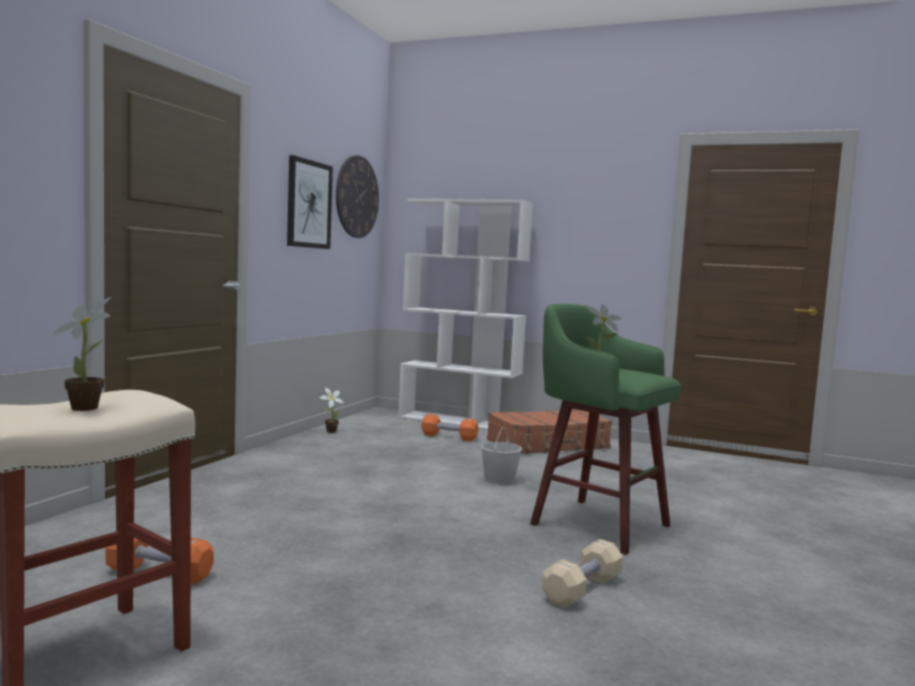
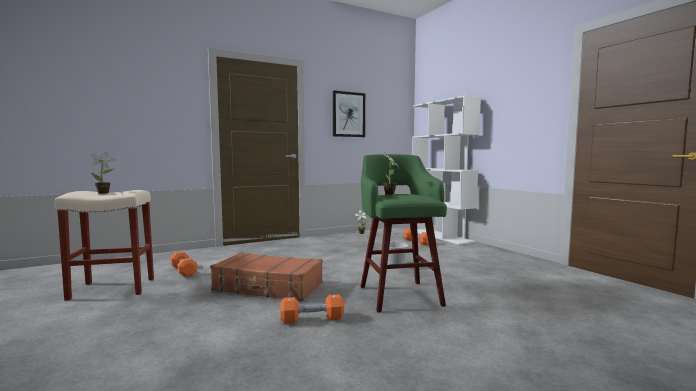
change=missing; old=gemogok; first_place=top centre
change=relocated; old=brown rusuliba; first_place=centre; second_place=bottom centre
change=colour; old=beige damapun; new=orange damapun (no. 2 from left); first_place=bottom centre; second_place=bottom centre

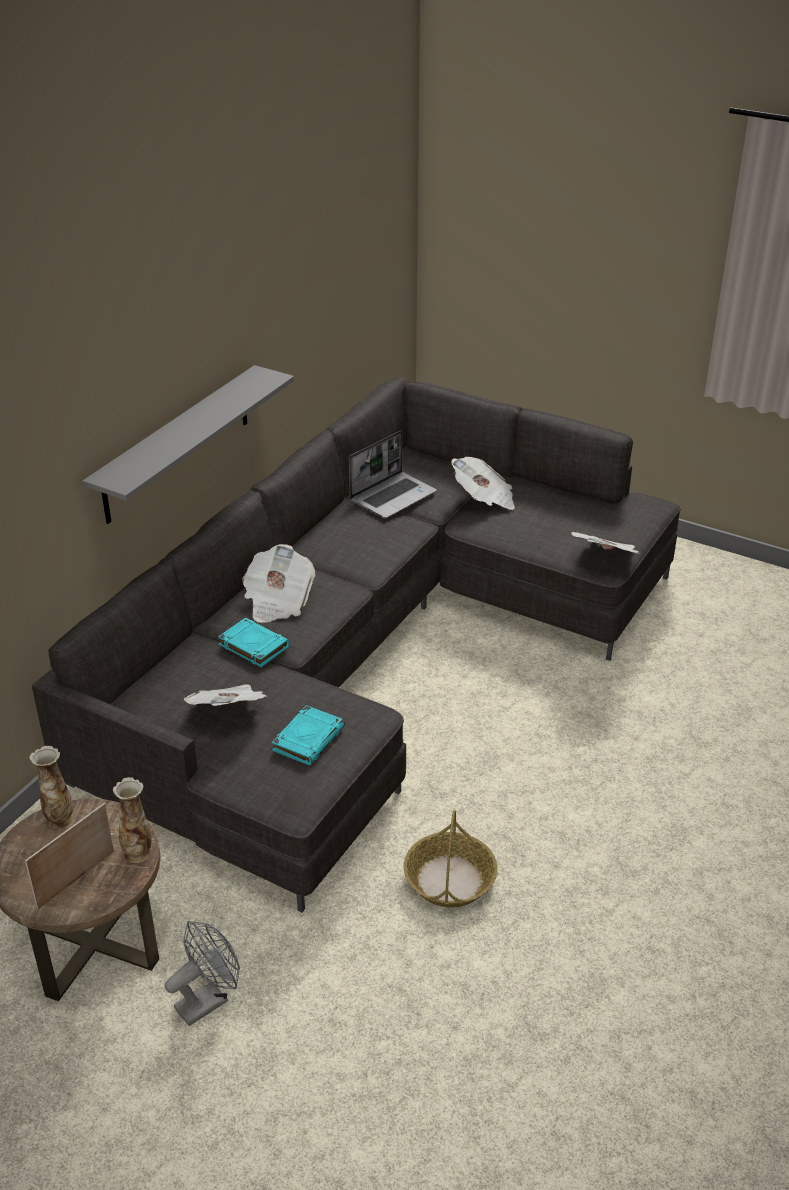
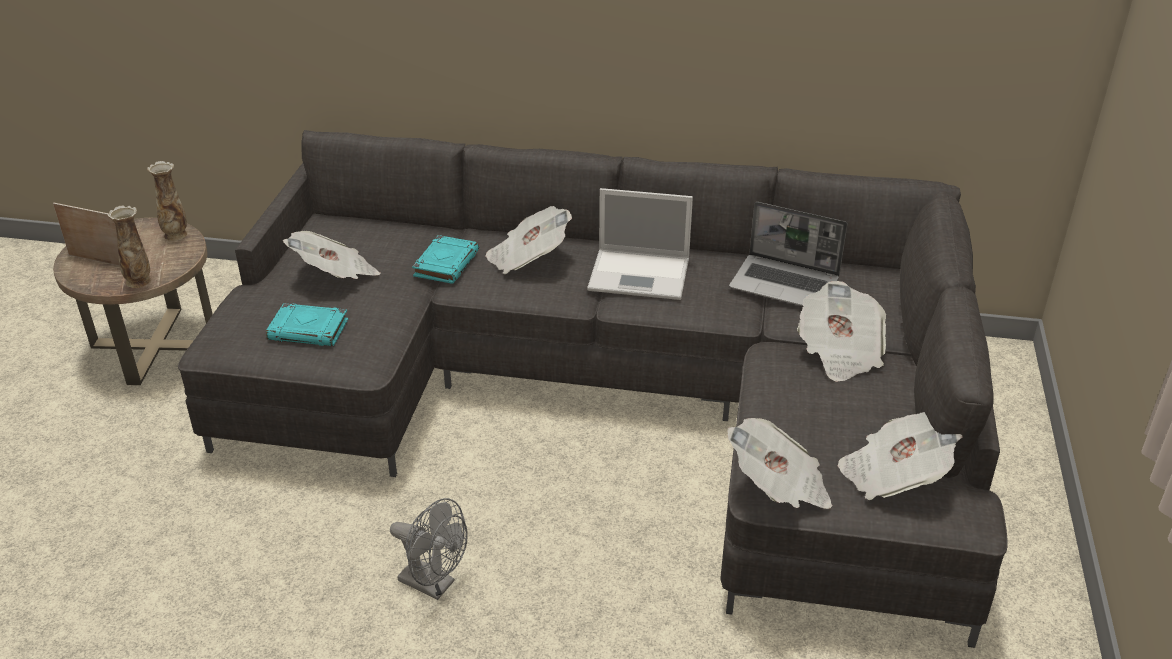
change=missing; old=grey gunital; first_place=middle left
change=relocated; old=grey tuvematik; first_place=bottom left; second_place=bottom centre
change=missing; old=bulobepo; first_place=bottom centre
change=appeared; new=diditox (no. 1 from left); second_place=centre
change=appeared; new=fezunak (no. 5 from left); second_place=bottom right

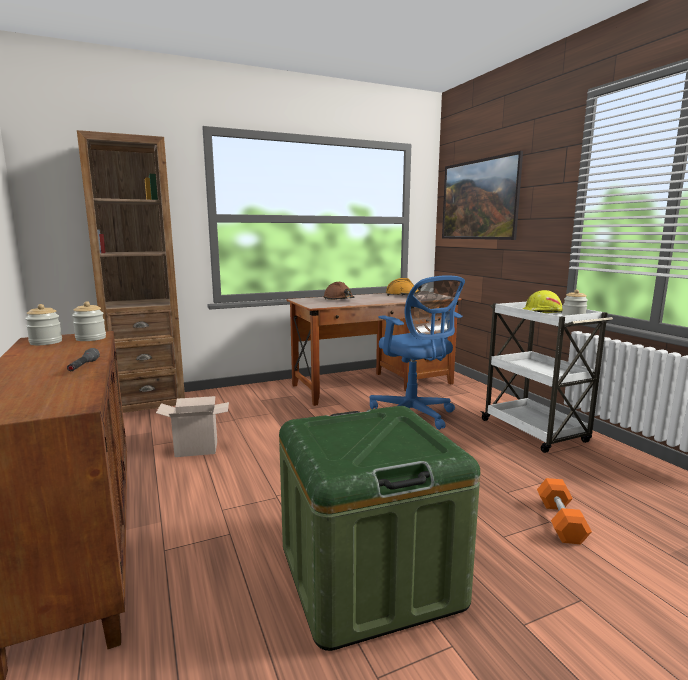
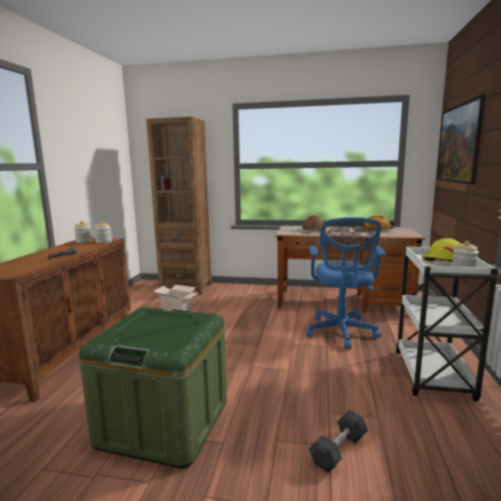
change=colour; old=orange damapun; new=grey damapun; first_place=bottom right; second_place=bottom right

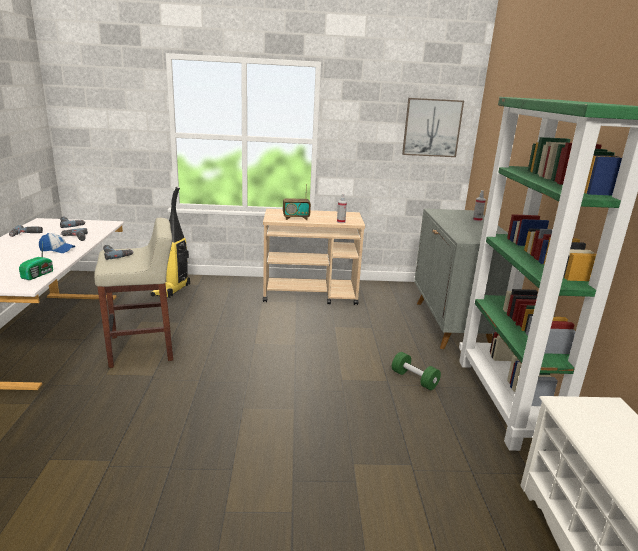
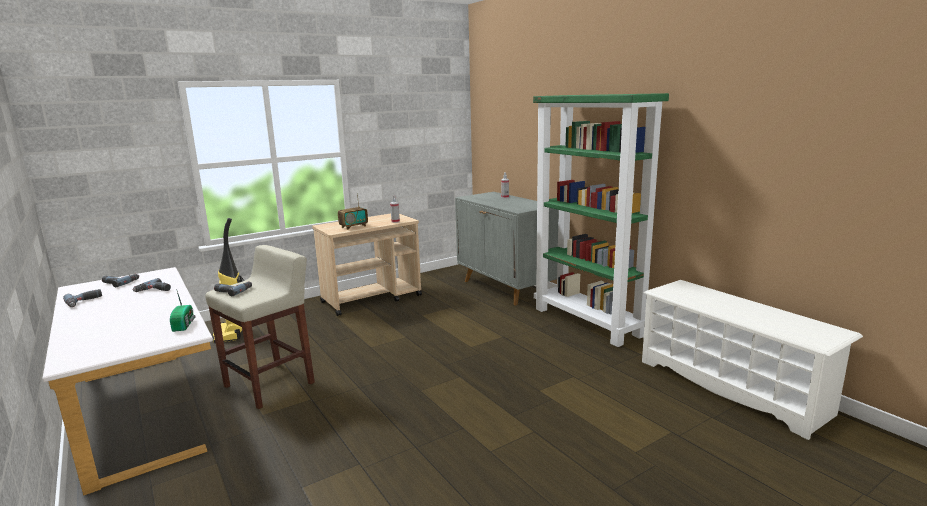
change=missing; old=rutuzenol; first_place=middle left
change=missing; old=green damapun; first_place=bottom centre
change=missing; old=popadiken; first_place=top right

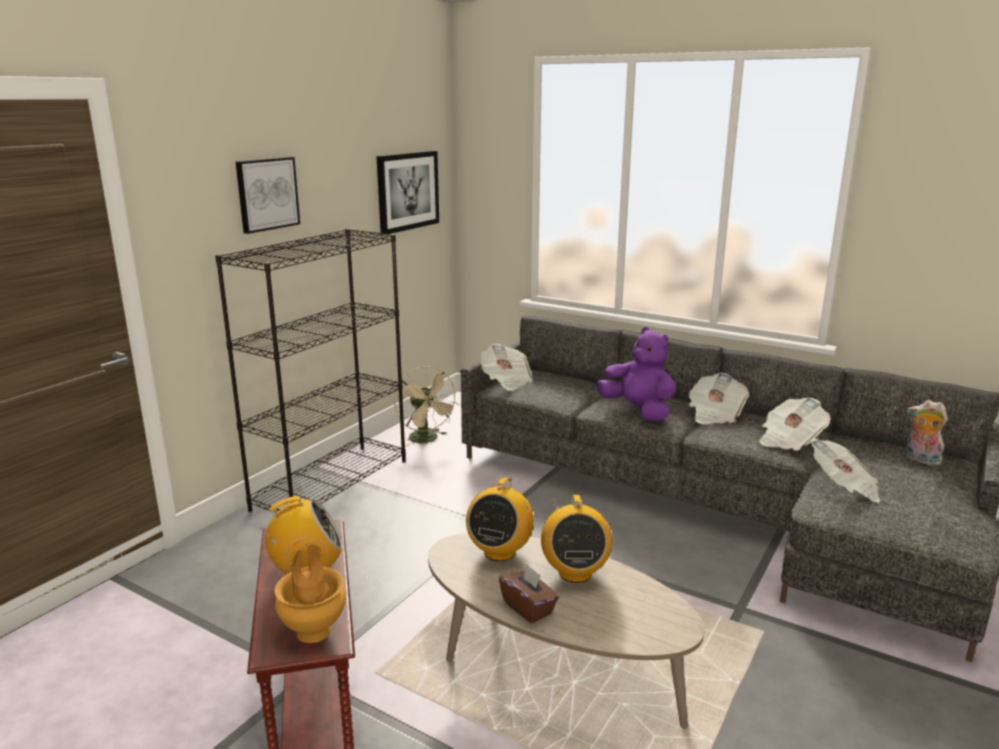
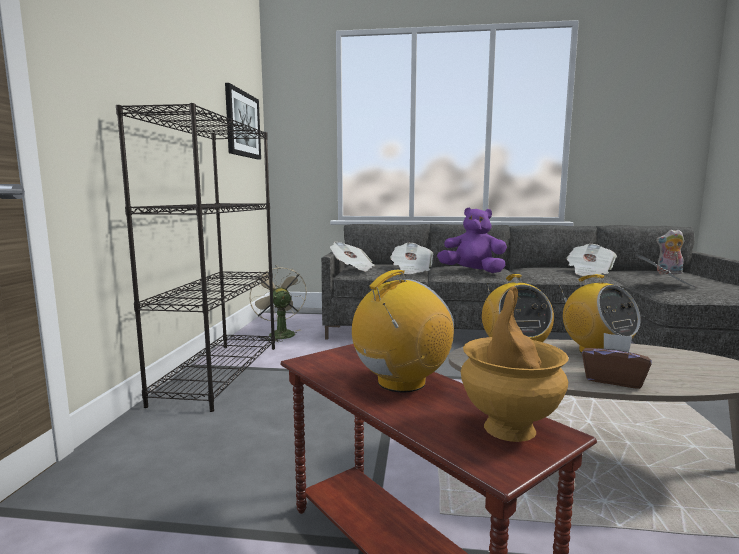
change=missing; old=popadiken (no. 1 from left); first_place=top left
change=spun; old=beige tuvematik; first_place=centre; second_place=centre; degrees=-150
change=relocated; old=fezunak (no. 2 from left); first_place=middle right; second_place=centre

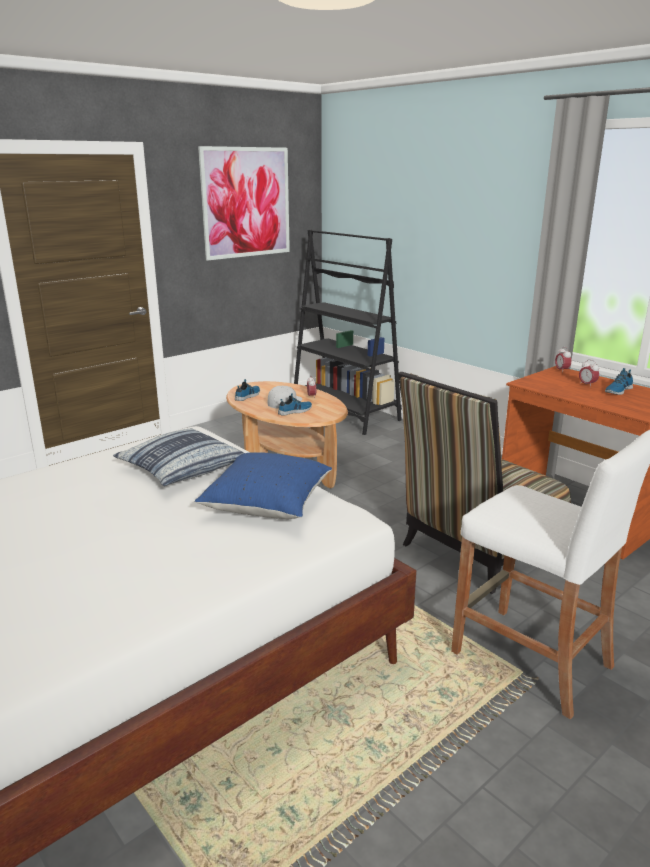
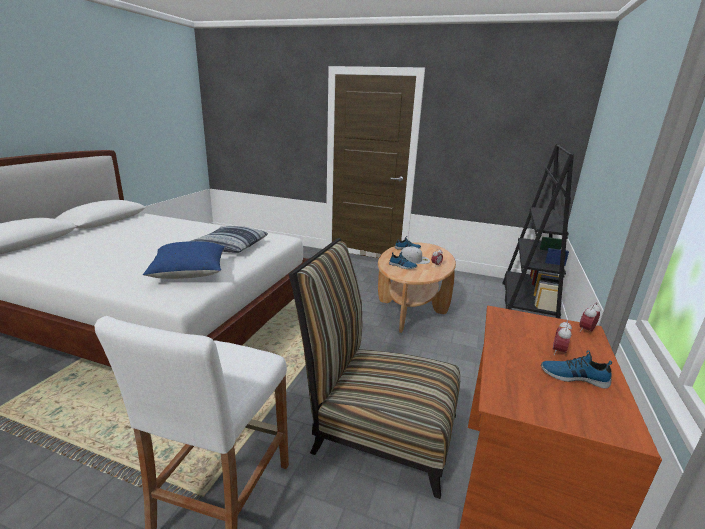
change=missing; old=popadiken; first_place=top centre

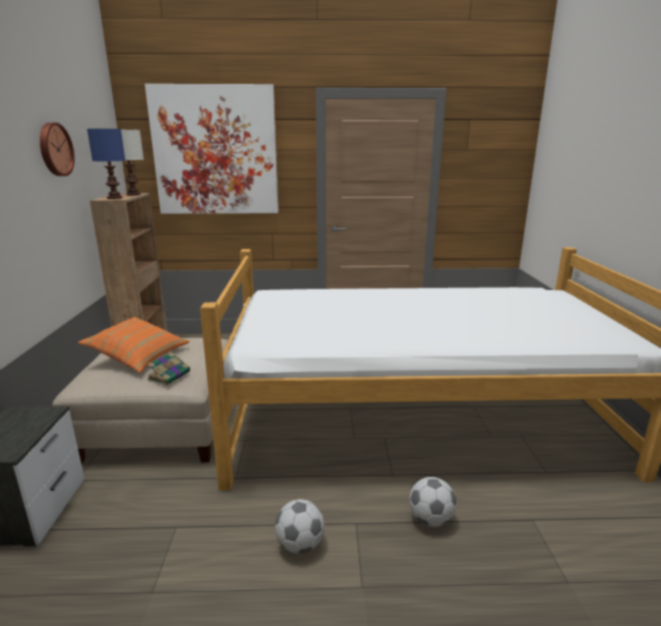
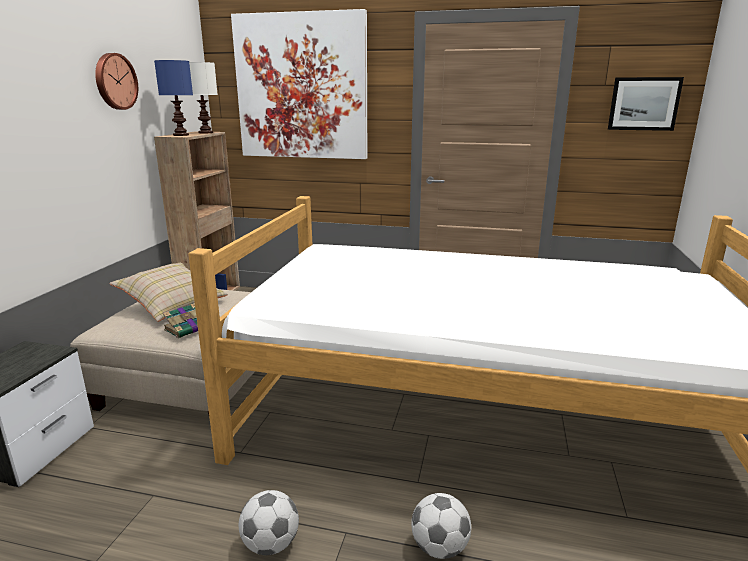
change=colour; old=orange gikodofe; new=beige gikodofe; first_place=middle left; second_place=middle left
change=appeared; new=popadiken (no. 2 from left); second_place=top right

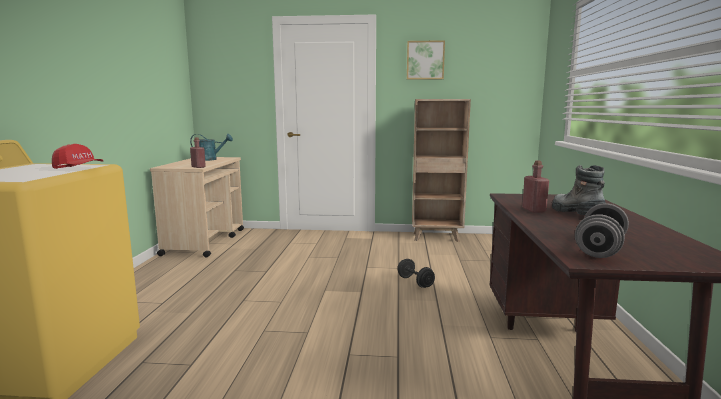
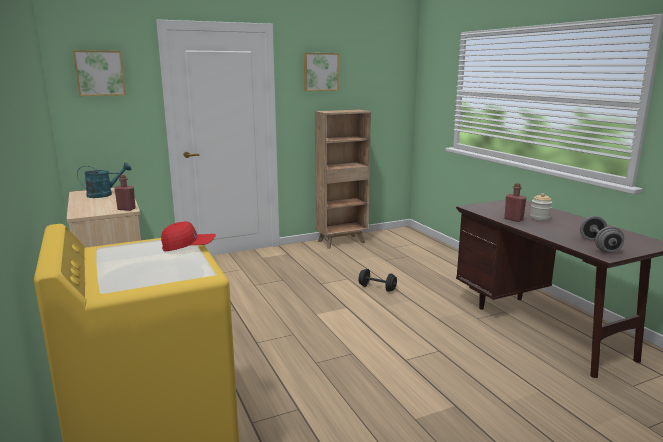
change=exchanged; old=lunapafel; new=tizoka; first_place=middle right; second_place=middle right
change=appeared; new=popadiken (no. 1 from left); second_place=top left

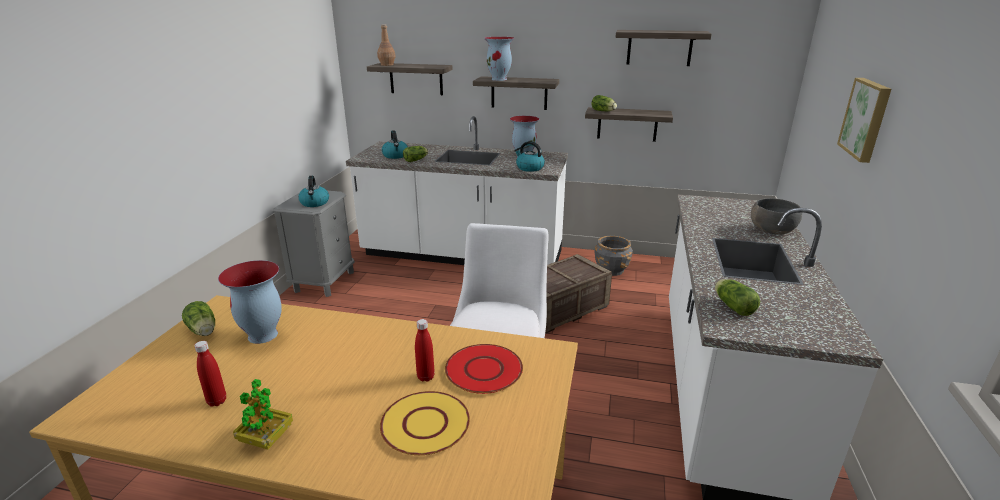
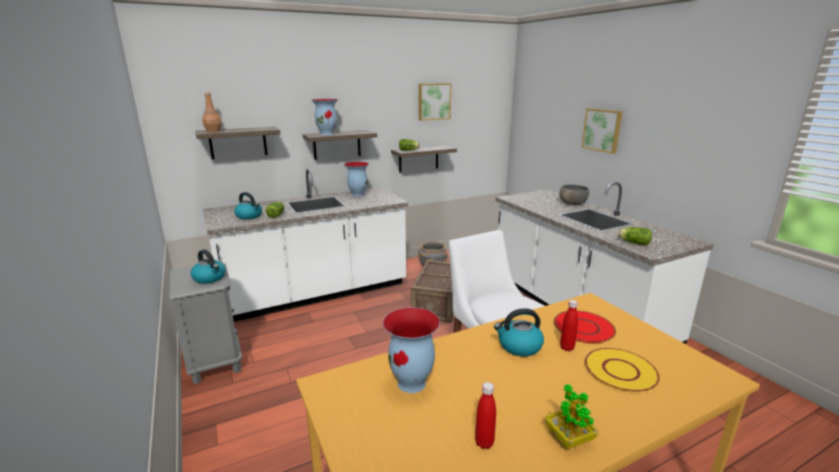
change=missing; old=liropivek (no. 1 from left); first_place=middle left
change=relocated; old=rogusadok (no. 3 from left); first_place=top centre; second_place=bottom centre
change=exchanged; old=gunital (no. 4 from left); new=popadiken (no. 1 from left); first_place=top centre; second_place=top centre

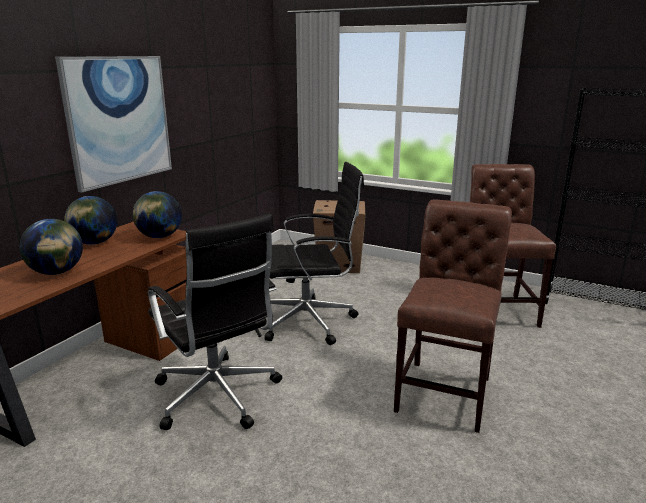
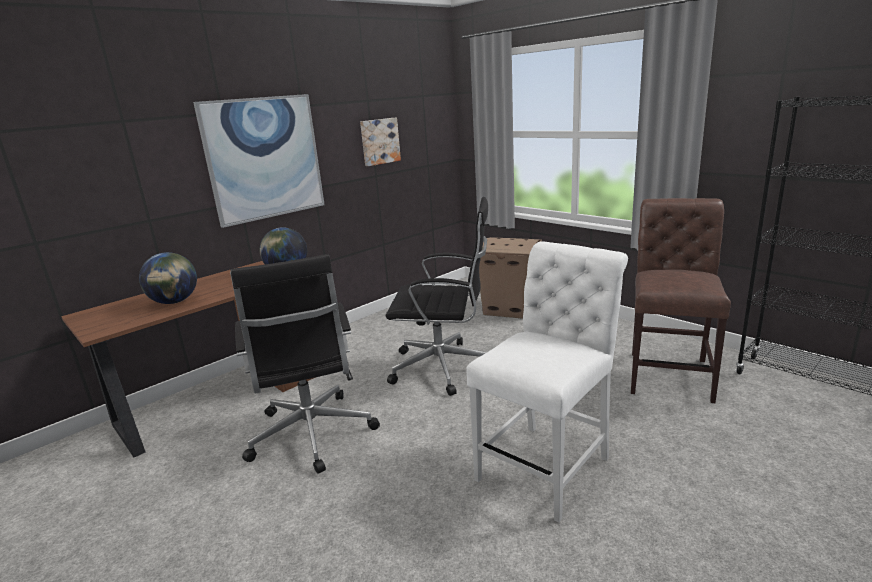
change=missing; old=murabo (no. 2 from left); first_place=middle left
change=colour; old=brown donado (no. 1 from left); new=white donado; first_place=middle right; second_place=centre
change=appeared; new=popadiken (no. 2 from left); second_place=top centre

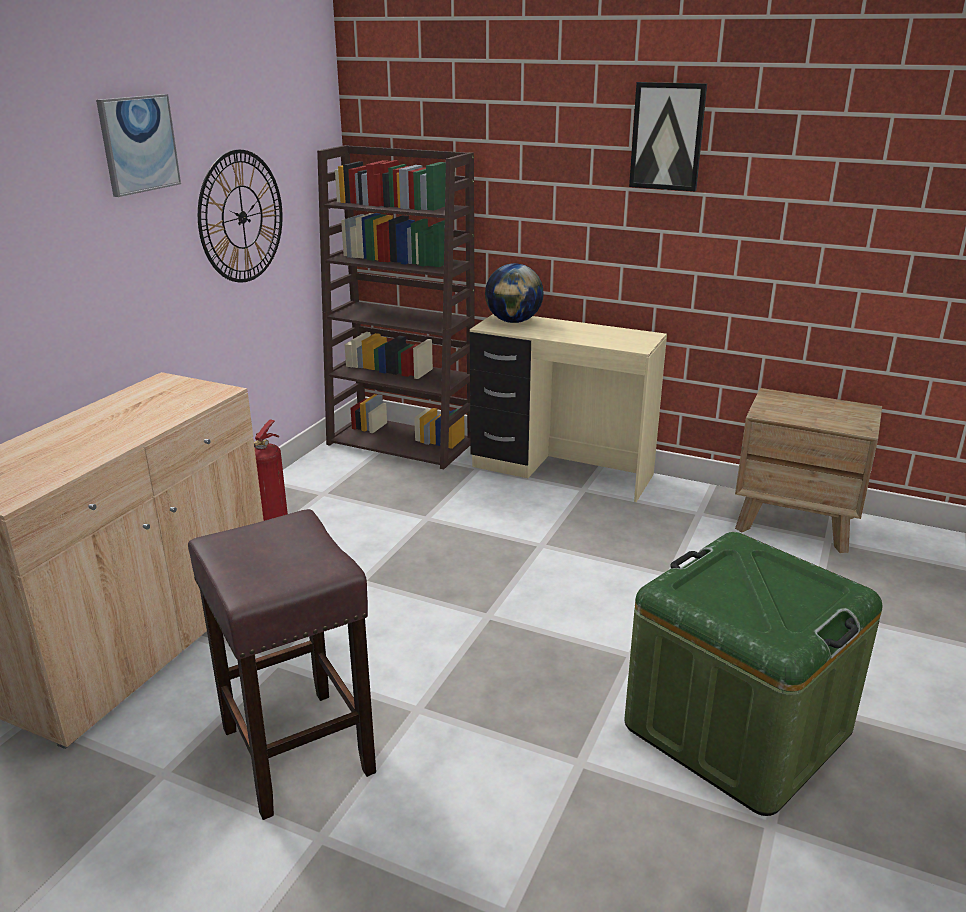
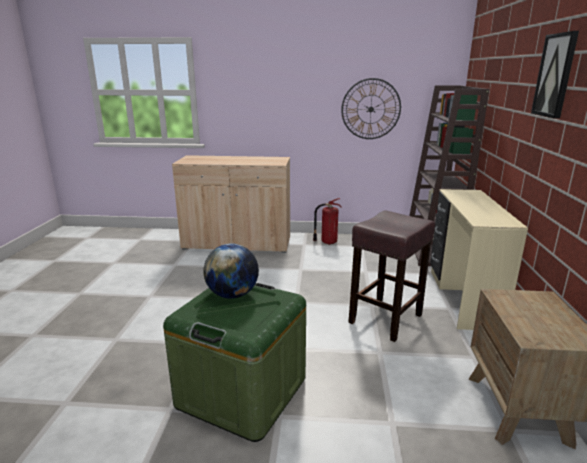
change=missing; old=popadiken (no. 1 from left); first_place=top left
change=relocated; old=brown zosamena; first_place=bottom left; second_place=centre
change=relocated; old=murabo; first_place=top centre; second_place=centre

